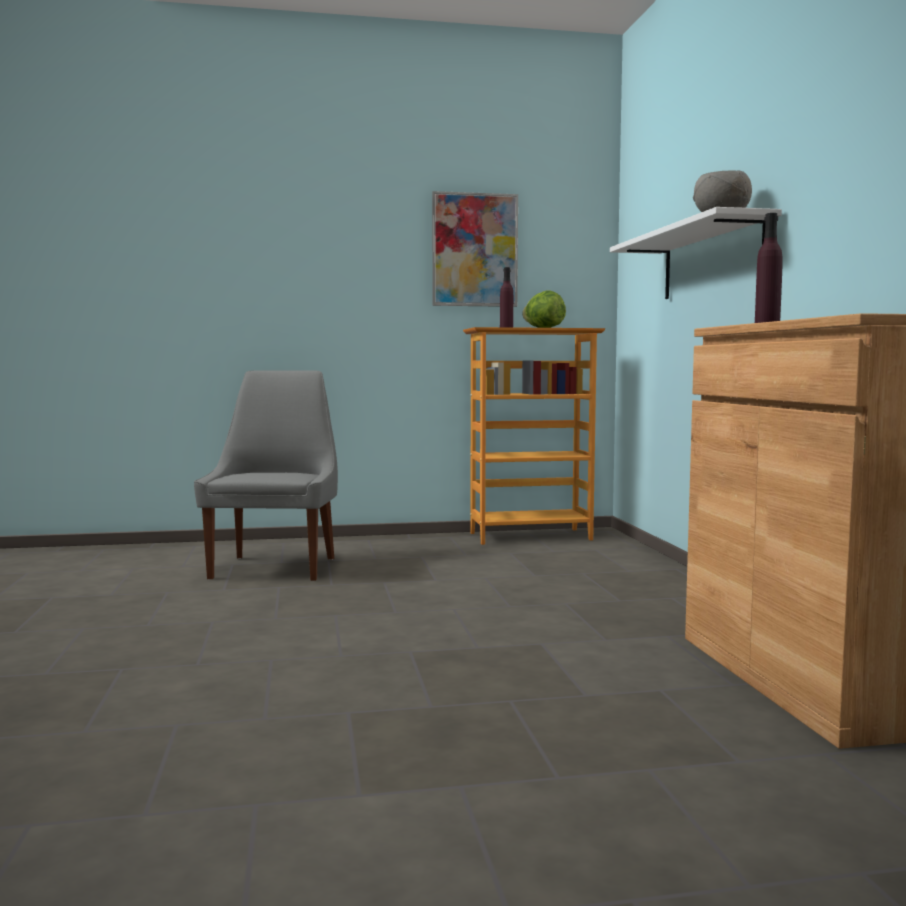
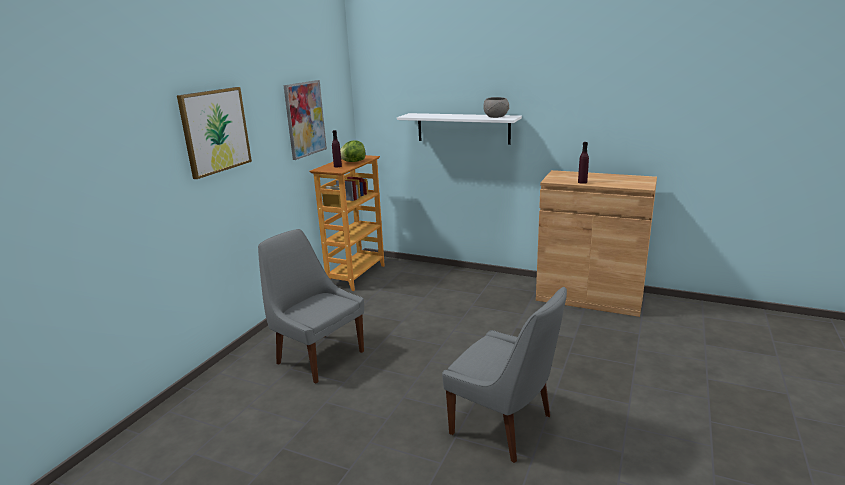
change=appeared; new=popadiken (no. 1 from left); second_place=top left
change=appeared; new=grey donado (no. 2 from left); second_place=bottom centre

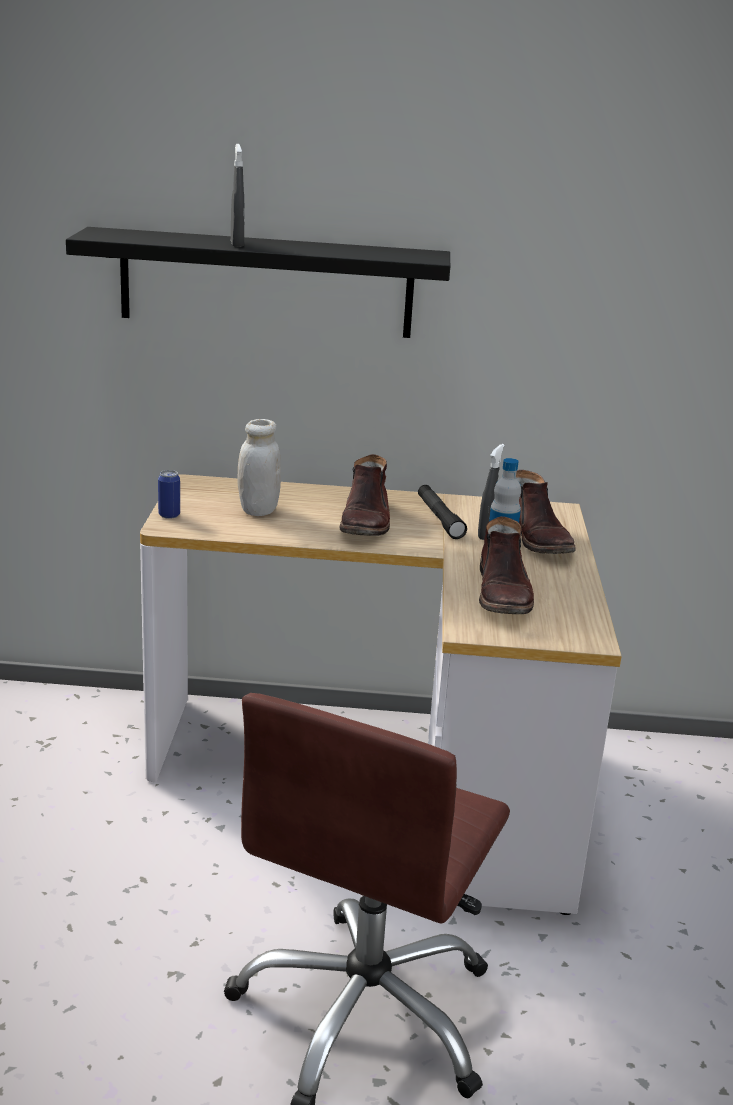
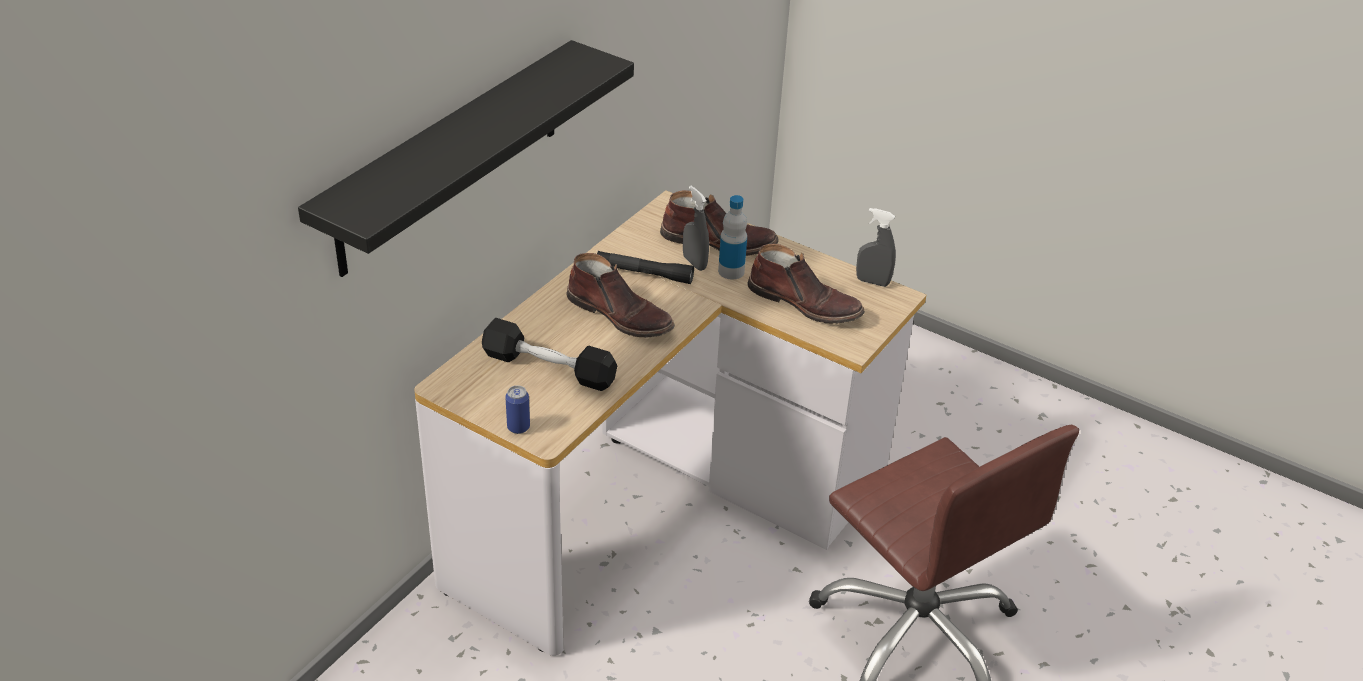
change=relocated; old=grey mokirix (no. 1 from left in the first image); new=grey mokirix (no. 2 from left); first_place=top left; second_place=centre
change=exchanged; old=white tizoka; new=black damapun; first_place=centre; second_place=centre

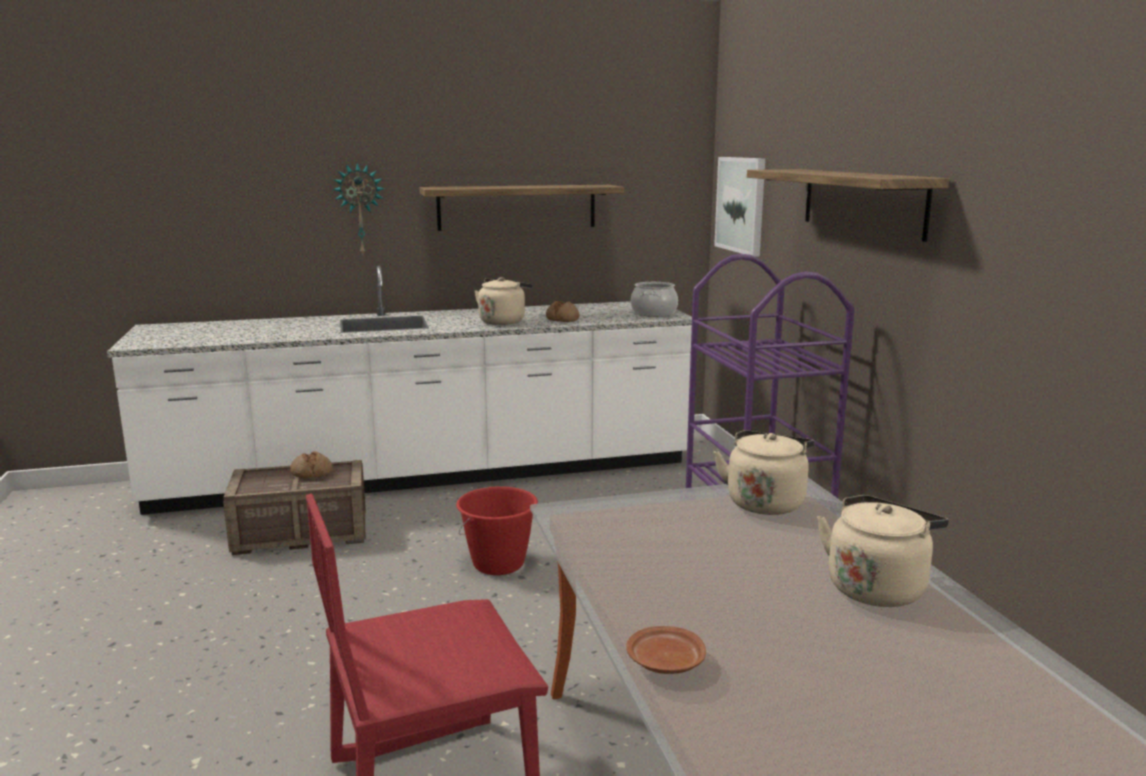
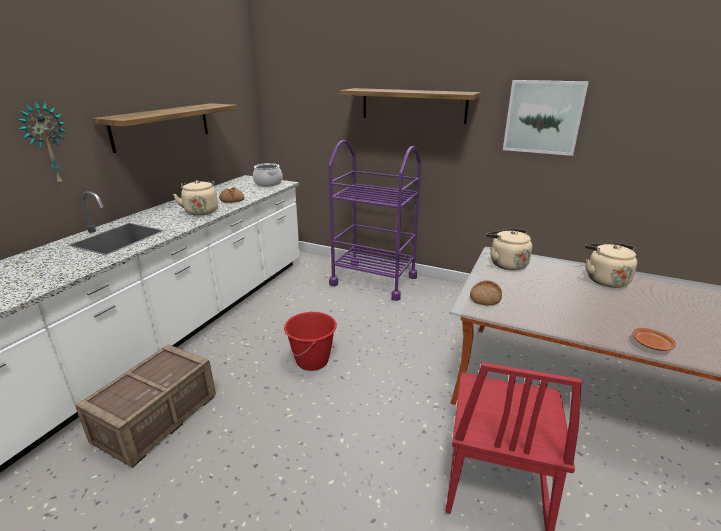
change=relocated; old=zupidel (no. 1 from left in the first image); new=zupidel (no. 2 from left); first_place=middle left; second_place=middle right
change=relocated; old=popadiken; first_place=top centre; second_place=top right

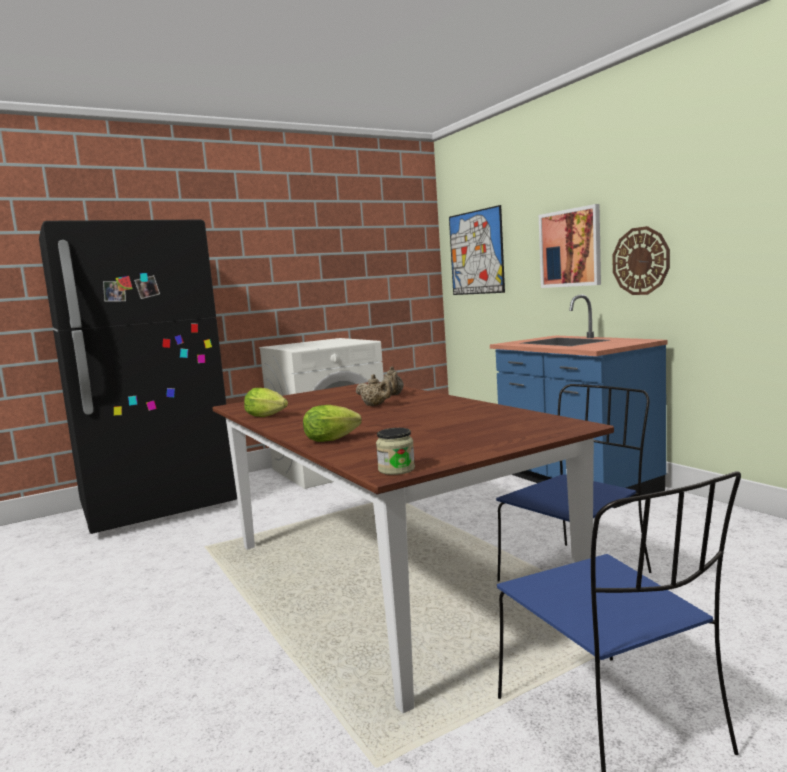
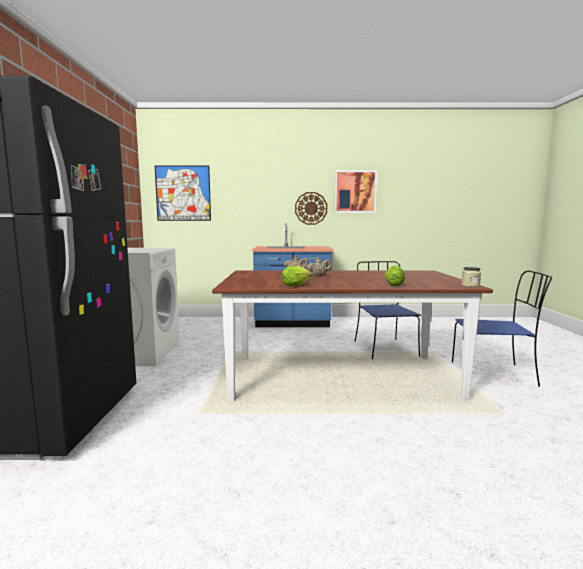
change=relocated; old=popadiken (no. 2 from left); first_place=top right; second_place=centre

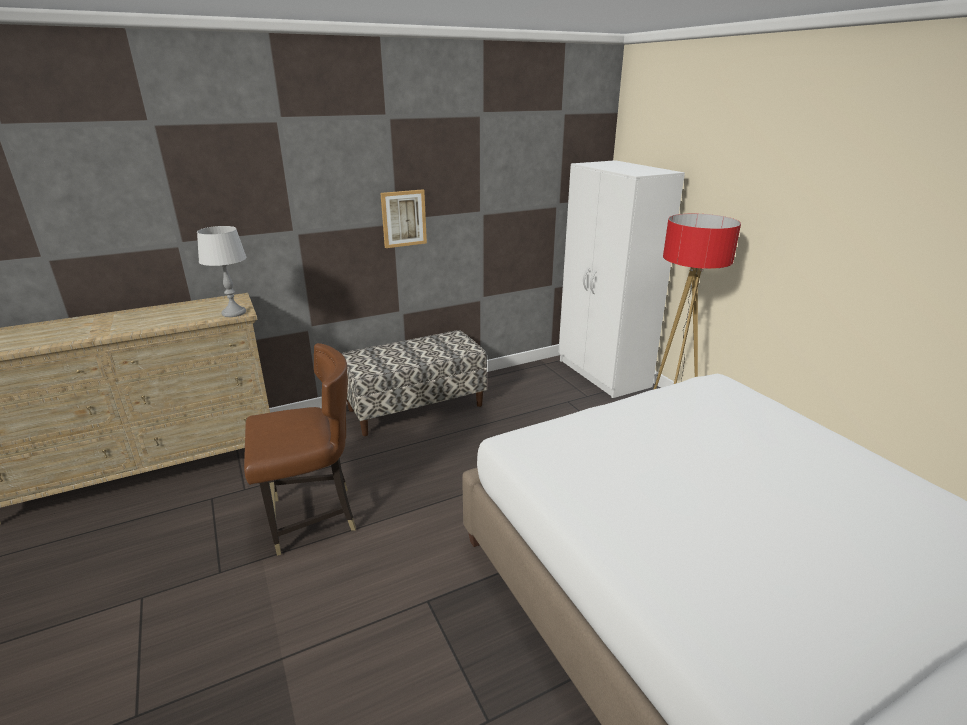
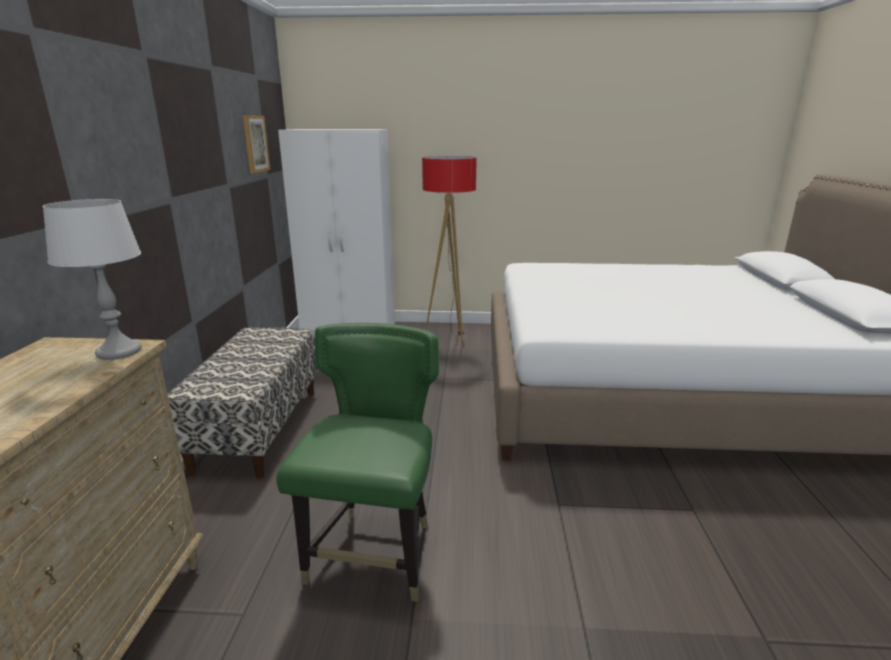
change=colour; old=brown donado; new=green donado; first_place=middle left; second_place=bottom centre
change=relocated; old=popadiken; first_place=top centre; second_place=top left

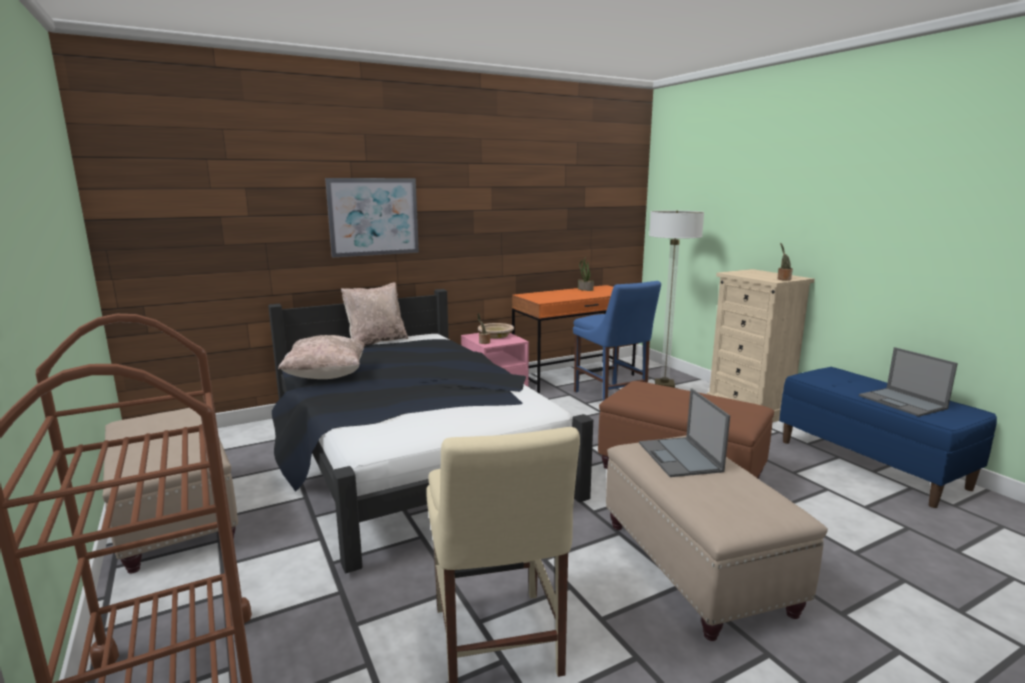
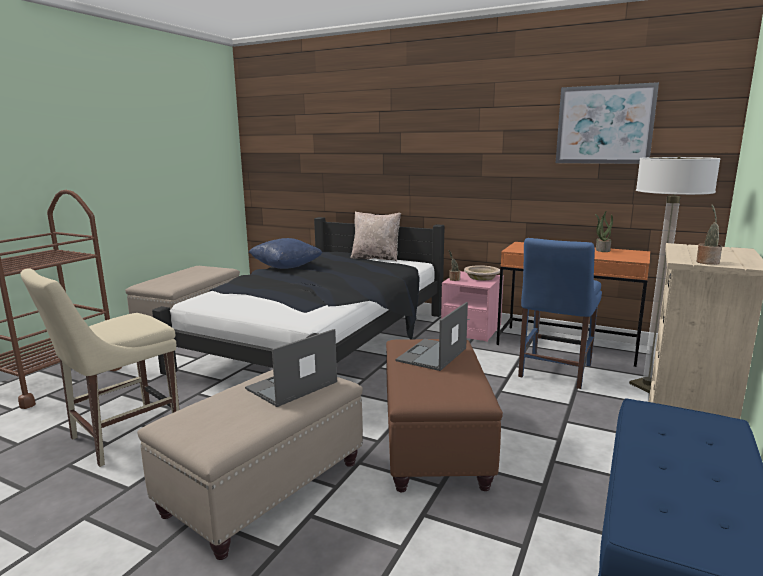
change=colour; old=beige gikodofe (no. 1 from left); new=blue gikodofe; first_place=middle left; second_place=centre
change=relocated; old=popadiken; first_place=top centre; second_place=top right
change=relocated; old=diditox (no. 2 from left); first_place=middle right; second_place=centre

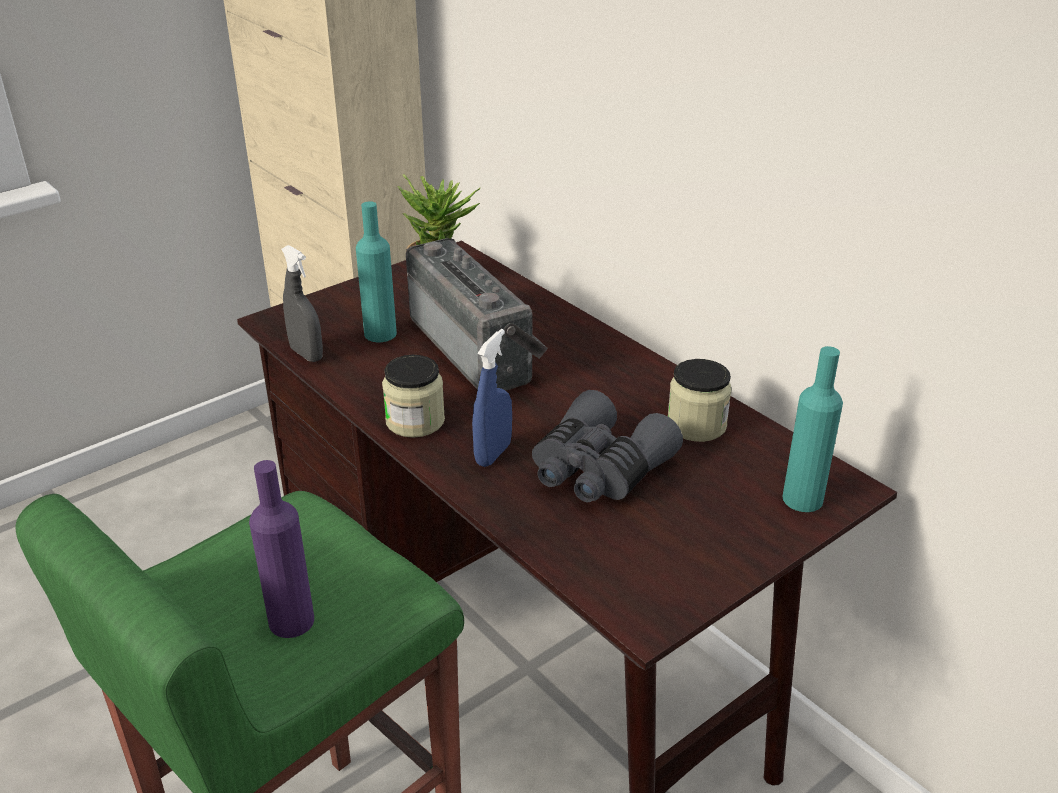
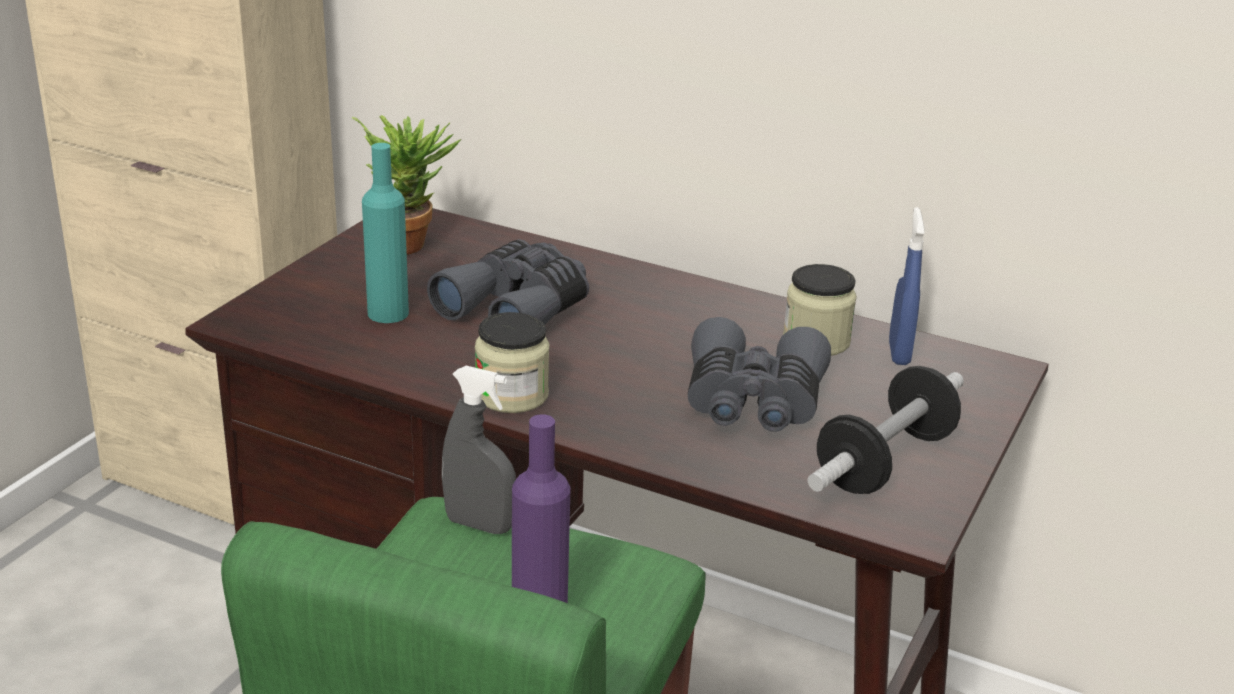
change=relocated; old=grey mokirix; first_place=middle left; second_place=centre
change=exchanged; old=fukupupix; new=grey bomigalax (no. 1 from left); first_place=centre; second_place=centre
change=relocated; old=blue mokirix; first_place=centre; second_place=middle right
change=missing; old=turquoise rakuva (no. 2 from left); first_place=middle right
change=appeared; new=damapun; second_place=middle right

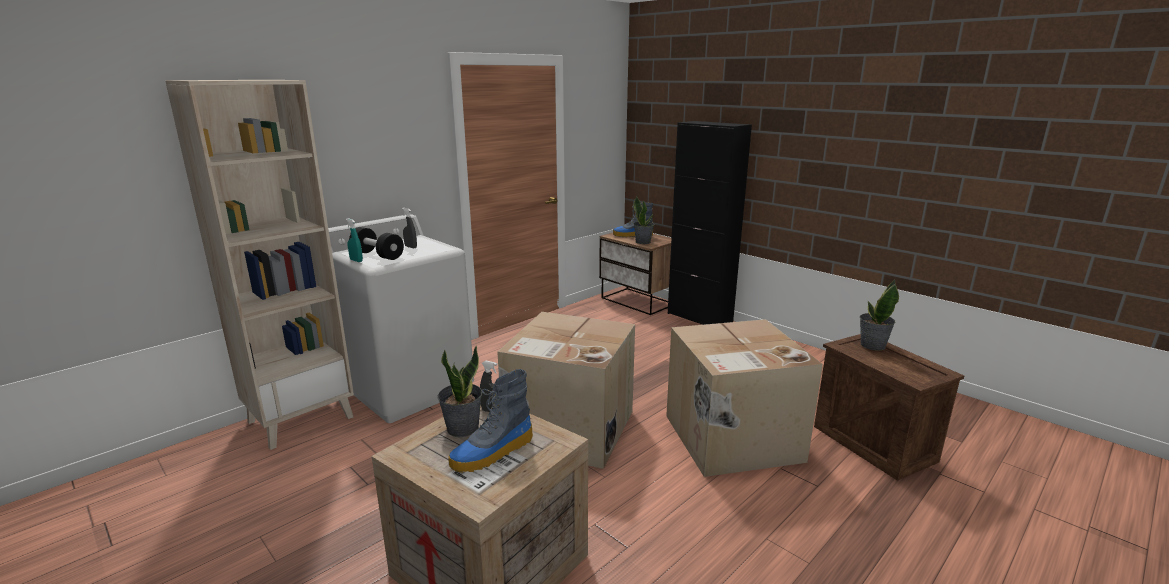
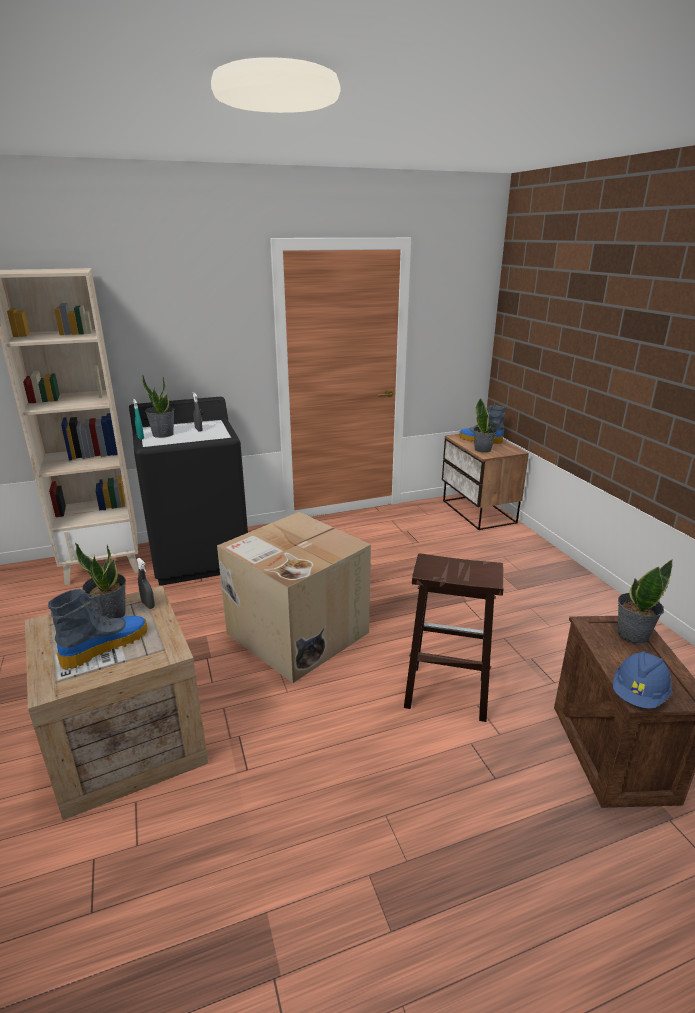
change=colour; old=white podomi; new=black podomi; first_place=centre; second_place=middle left
change=exchanged; old=black damapun; new=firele (no. 2 from left); first_place=middle left; second_place=middle left
change=spun; old=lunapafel (no. 1 from left); first_place=bottom centre; second_place=middle left; degrees=150
change=exchanged; old=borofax (no. 2 from left); new=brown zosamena; first_place=bottom centre; second_place=centre
change=missing; old=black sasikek; first_place=centre
change=appeared; new=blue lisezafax; second_place=bottom right

